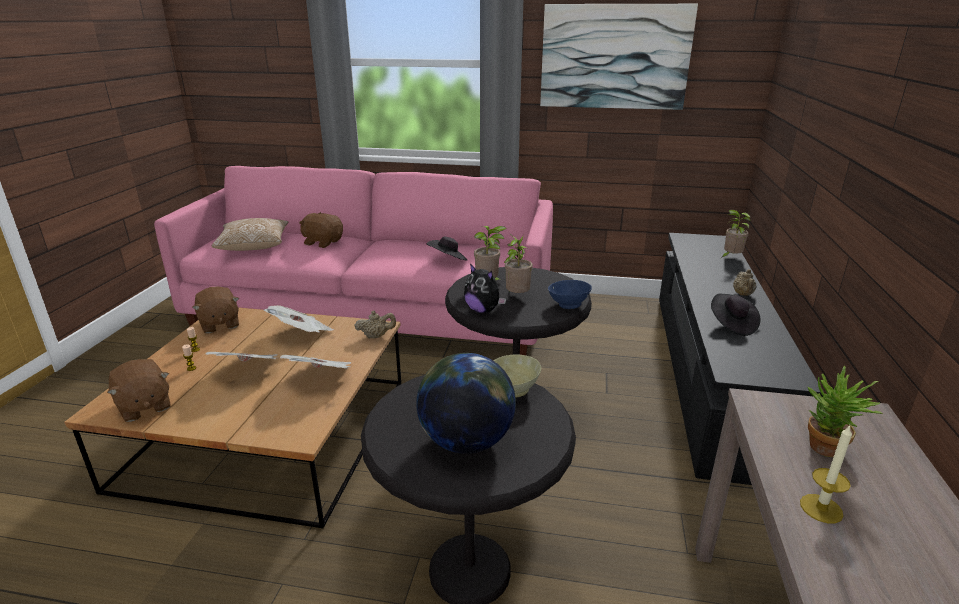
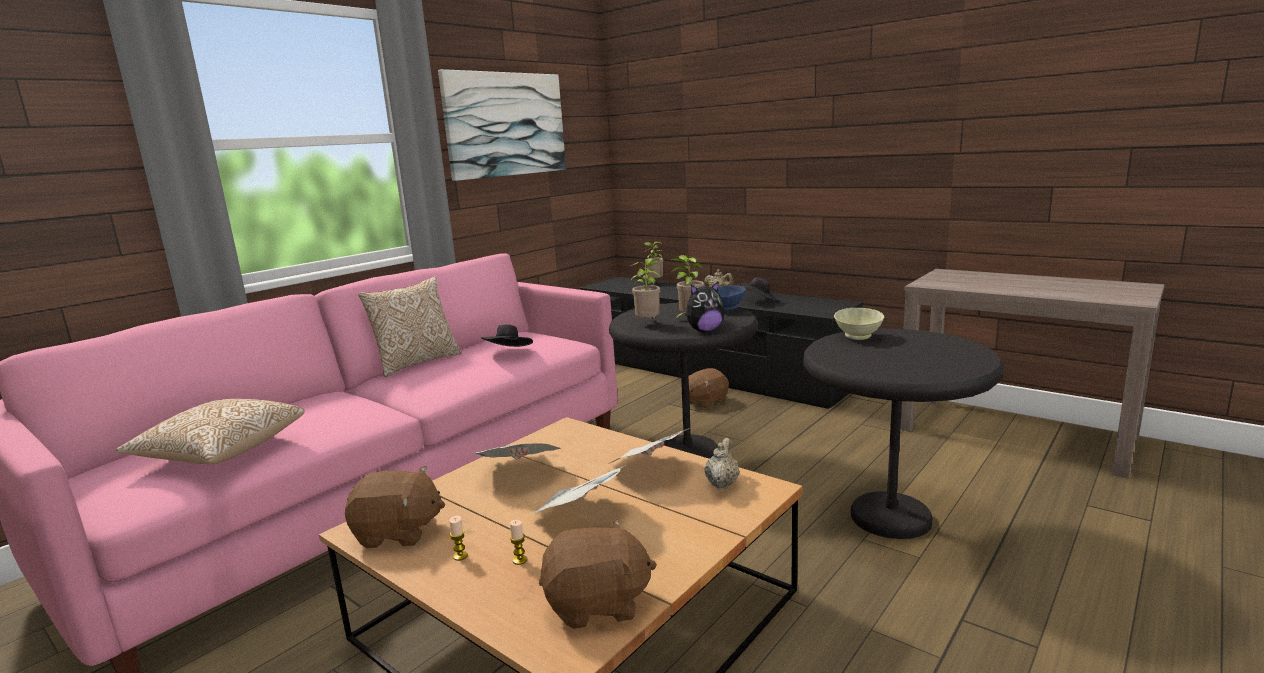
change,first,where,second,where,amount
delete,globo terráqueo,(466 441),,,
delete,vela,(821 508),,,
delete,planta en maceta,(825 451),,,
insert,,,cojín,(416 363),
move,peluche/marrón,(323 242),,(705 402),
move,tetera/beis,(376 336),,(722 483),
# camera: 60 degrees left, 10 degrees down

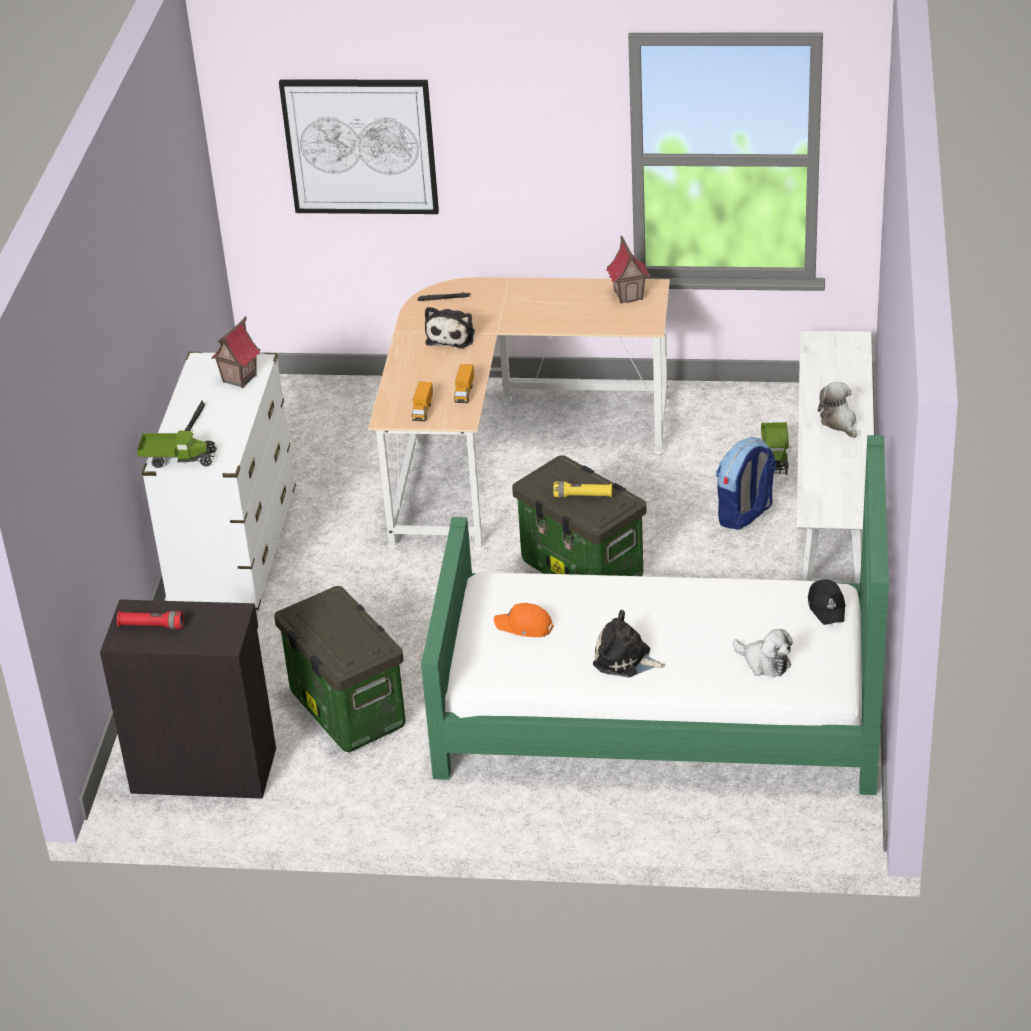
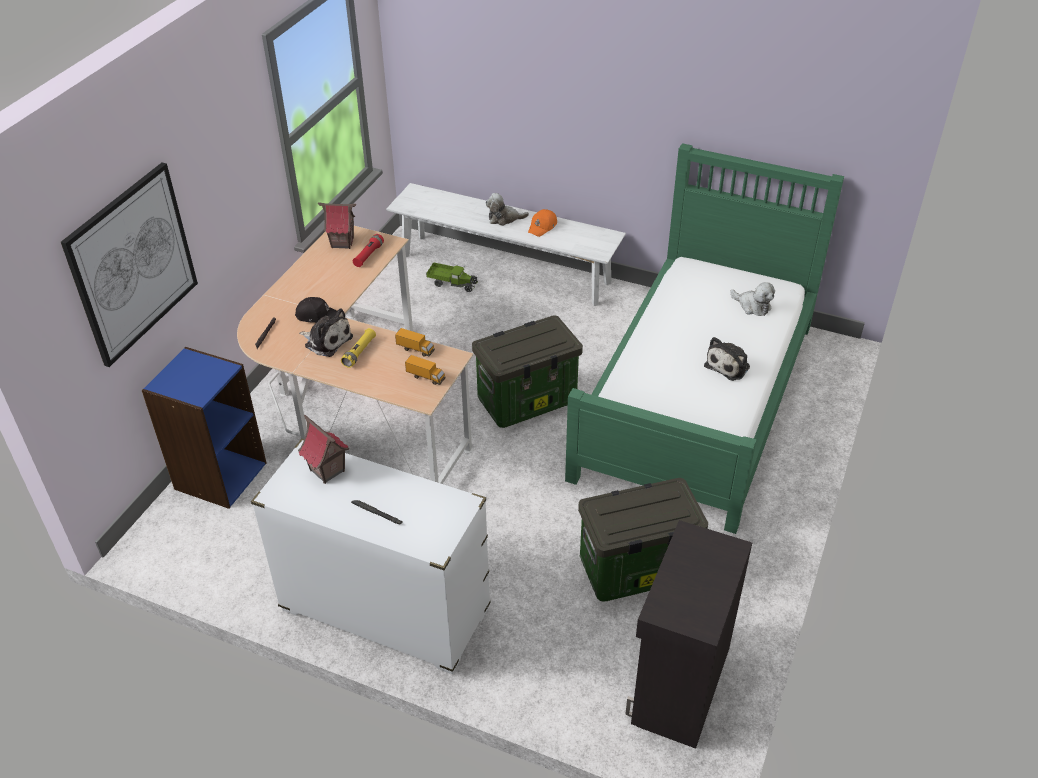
change,first,where,second,where,amount
delete,camión de juguete,(178 459),,,
delete,mochila,(745 515),,,
insert,,,estantería/azul,(220 475),
move,linterna/rojo,(151 626),,(368 255),
move,gorra/naranja,(524 626),,(542 227),
move,linterna/amarillo,(583 496),,(359 352),
move,gorra/negro,(827 607),,(317 315),
rotate,peluche,(764 662),,(752 306),75 degrees clockwise
# camera: 75 degrees left, 5 degrees up

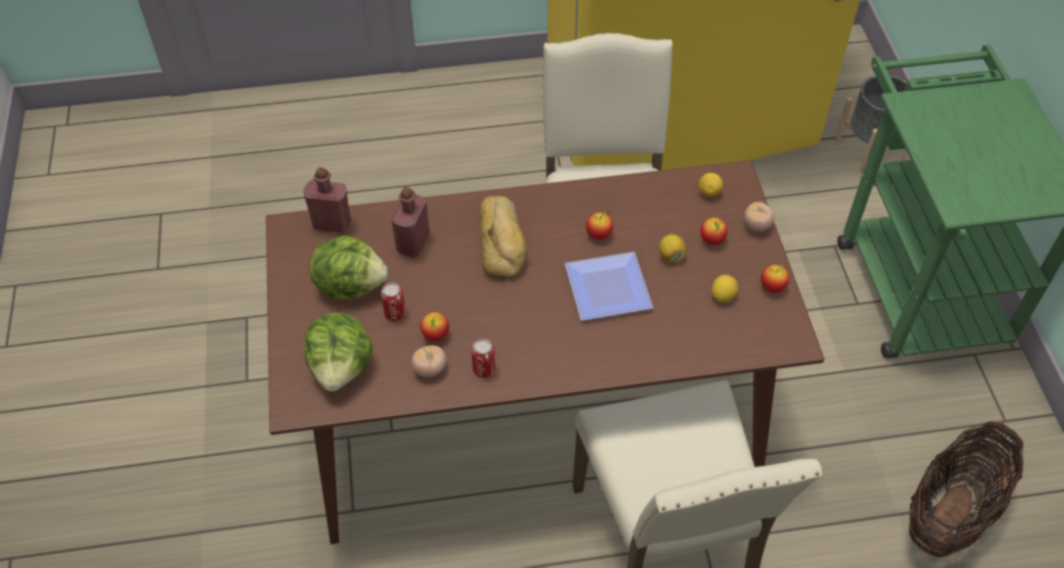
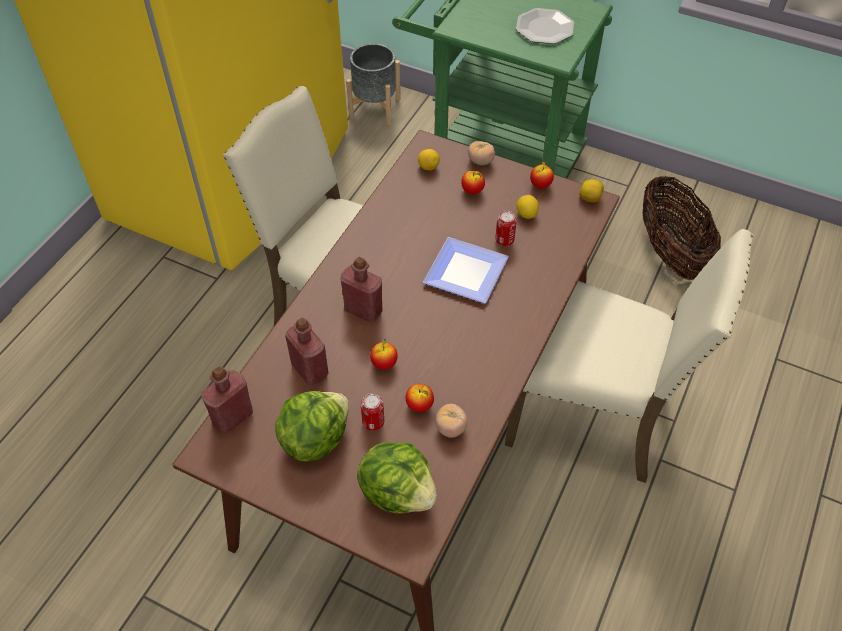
change,first,where,second,where,amount
insert,,,plato,(544 28),
move,lata,(484 369),,(504 240),
move,manzana,(599 235),,(384 363),
move,limón,(671 256),,(590 198),
replace,pan,(502 242),botella/rojo,(363 310),
# camera: 55 degrees left, 0 degrees up

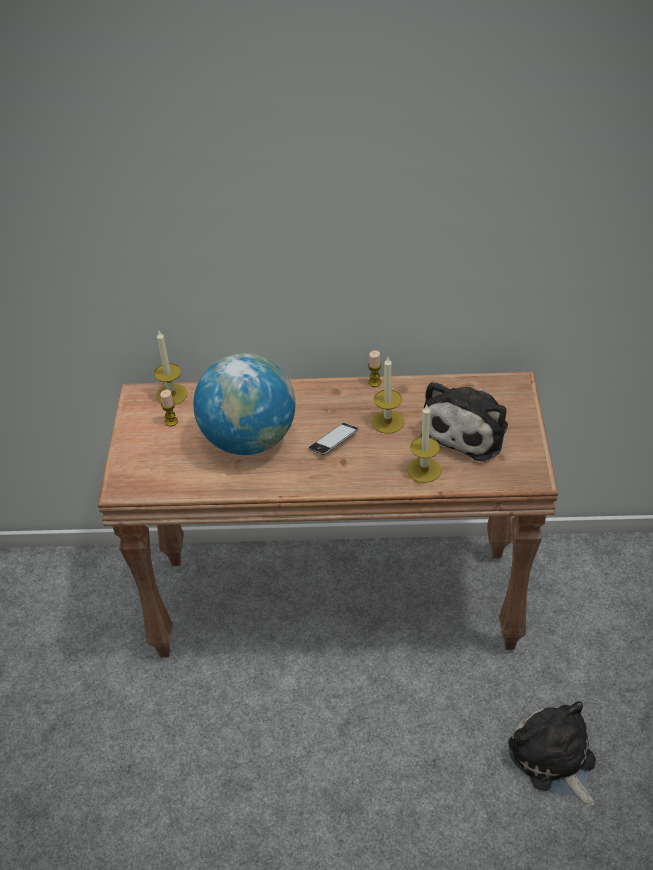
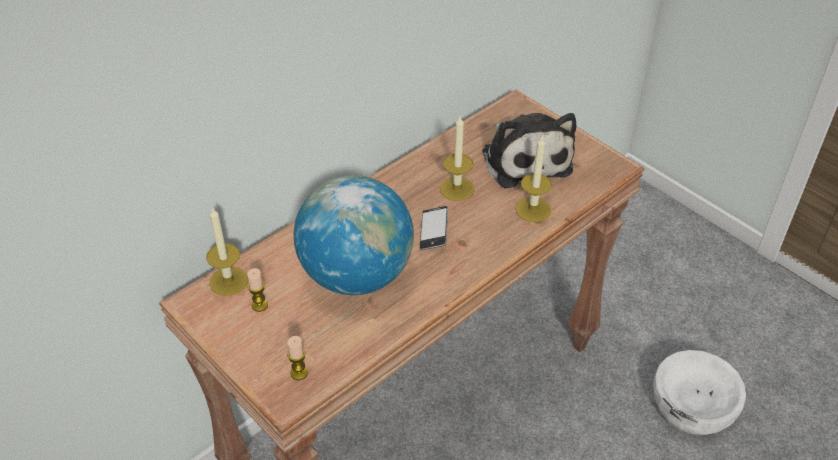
change,first,where,second,where,amount
move,vela,(374 382),,(299 373),
replace,peluche,(553 759),cuenco/blanco,(692 407),
# camera: 45 degrees left, 0 degrees up

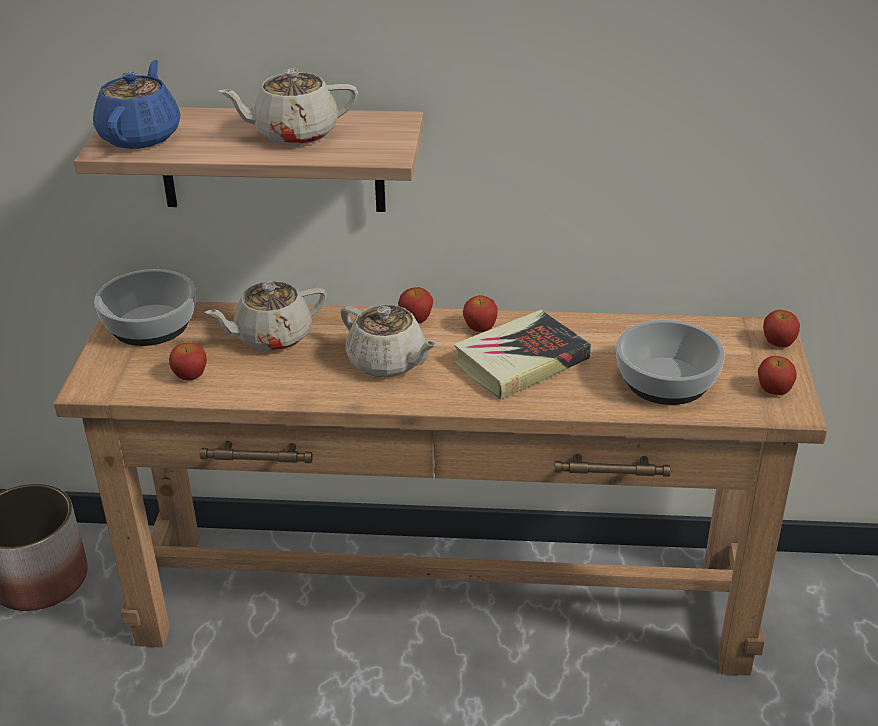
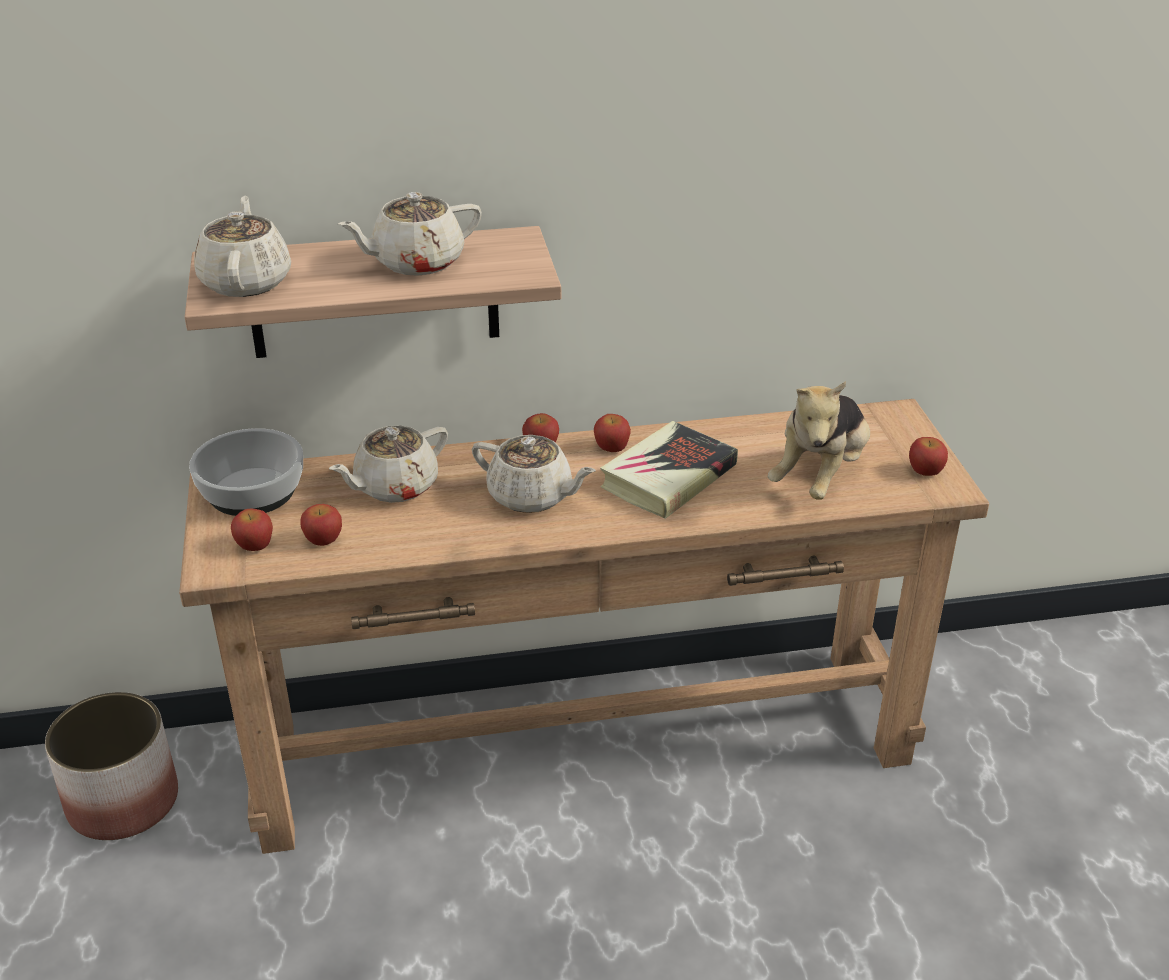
change,first,where,second,where,amount
move,manzana,(778 343),,(254 545),
replace,cuenco,(667 380),peluche,(820 476),
recolor,tetera/azul,(141 136),tetera/beis,(246 281),
# camera: 15 degrees left, 0 degrees up

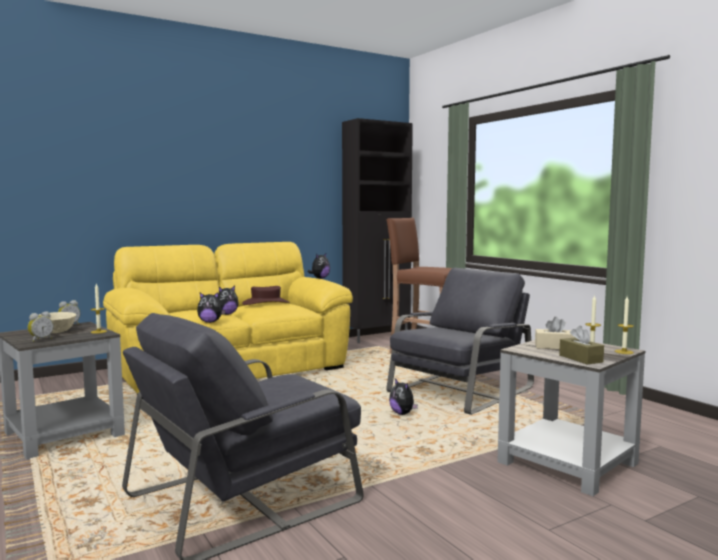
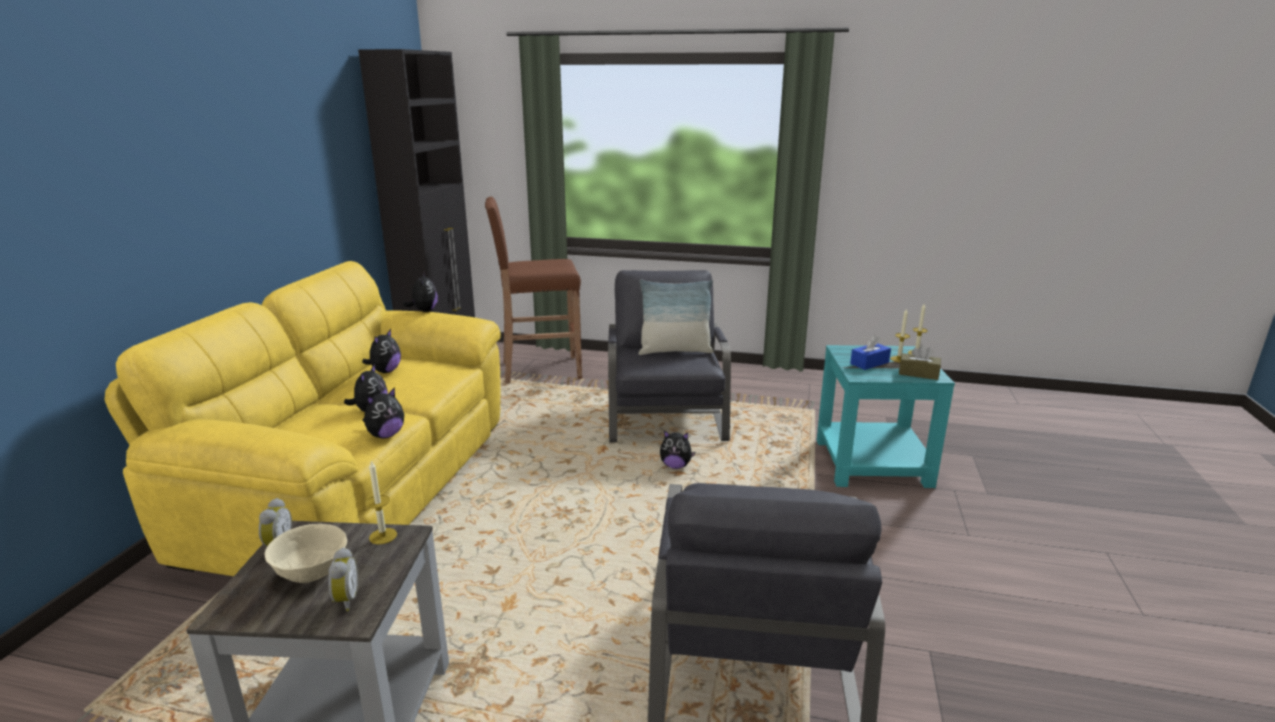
change,first,where,second,where,amount
insert,,,cojín,(675 351),
replace,sombrero/marrón,(266 303),peluche,(385 371),
recolor,mesa auxiliar/gris,(569 462),mesa auxiliar/turquesa,(873 462),
recolor,caja de pañuelos/beis,(554 347),caja de pañuelos/azul,(869 363),
# camera: 45 degrees left, 15 degrees up

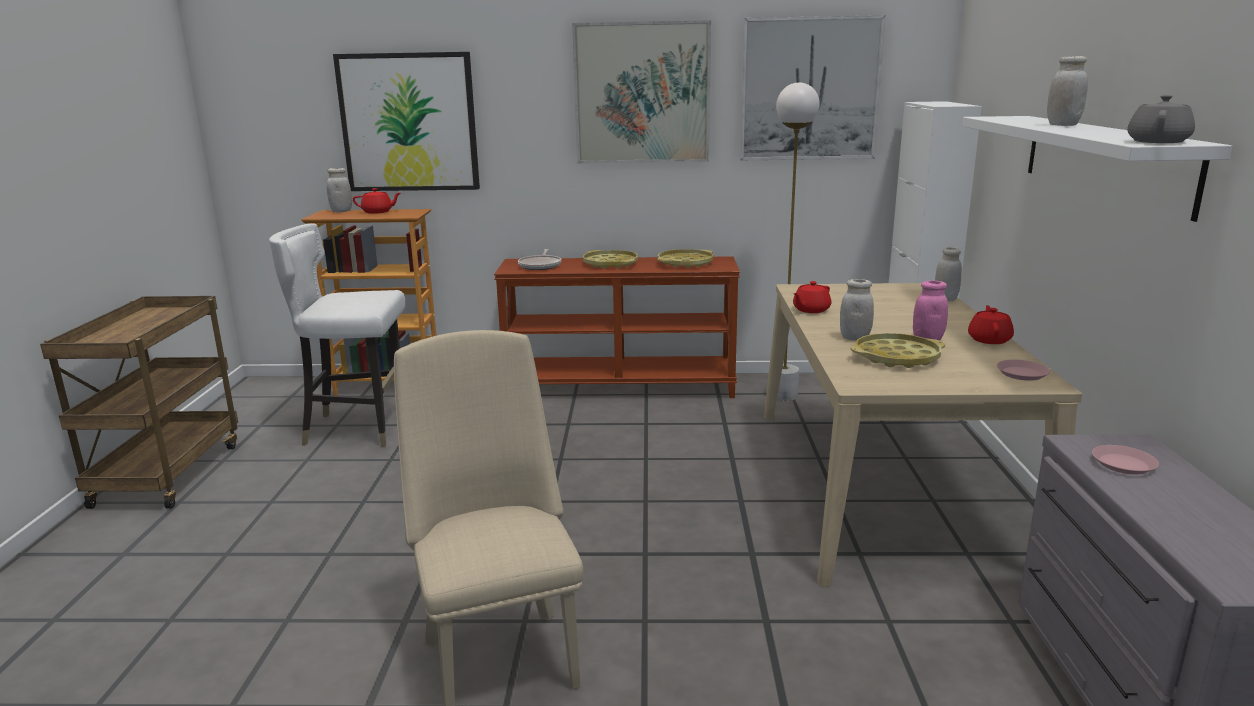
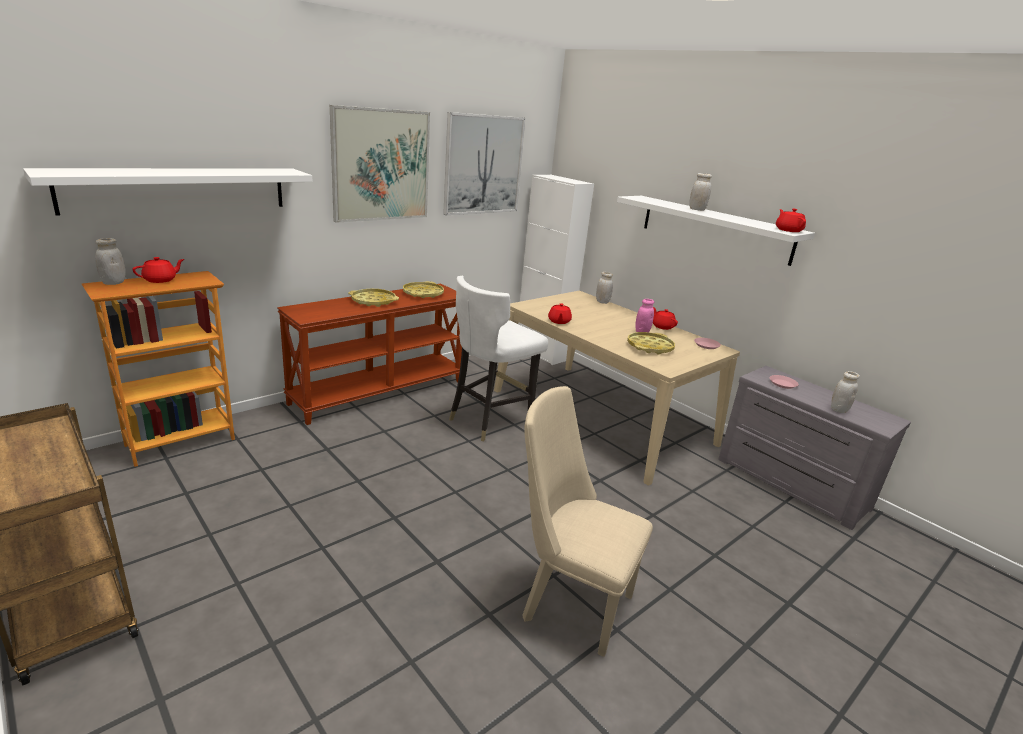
change,first,where,second,where,amount
delete,sartén,(540 265),,,
delete,lámpara de pie/blanco,(783 396),,,
move,silla/blanco,(358 428),,(489 420),
move,tarro/blanco,(854 338),,(838 410),
replace,cuadro,(409 123),estante/blanco,(178 189),
recolor,tetera/gris,(1158 142),tetera/rojo,(788 230),
# camera: 45 degrees left, 5 degrees up

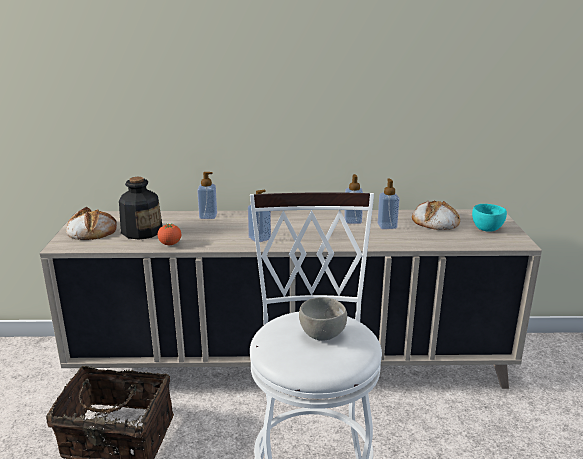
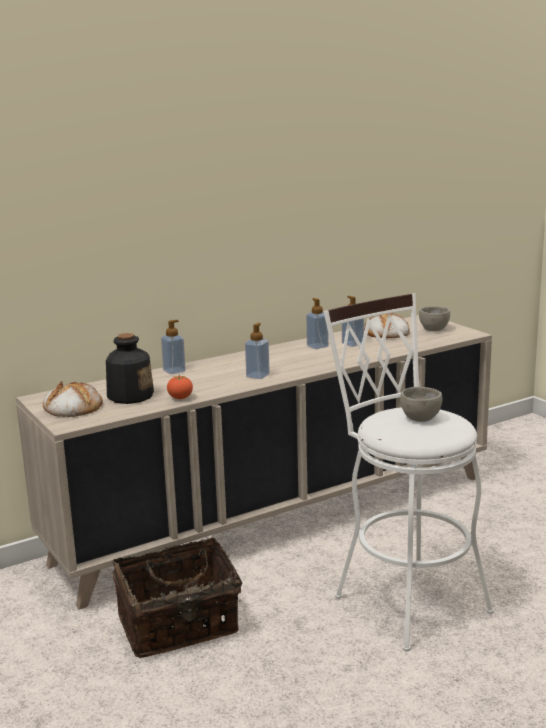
change,first,where,second,where,amount
recolor,cuenco/turquesa,(488 229),cuenco/gris,(434 329),
# camera: 30 degrees left, 5 degrees down

